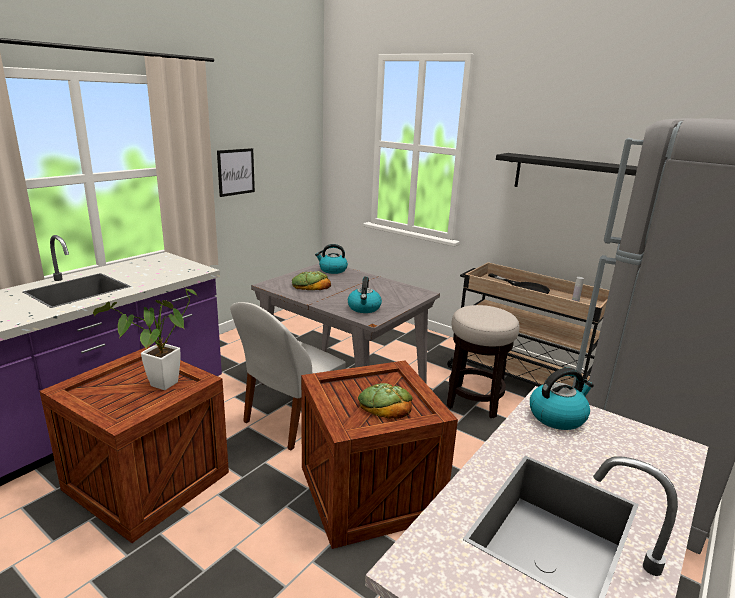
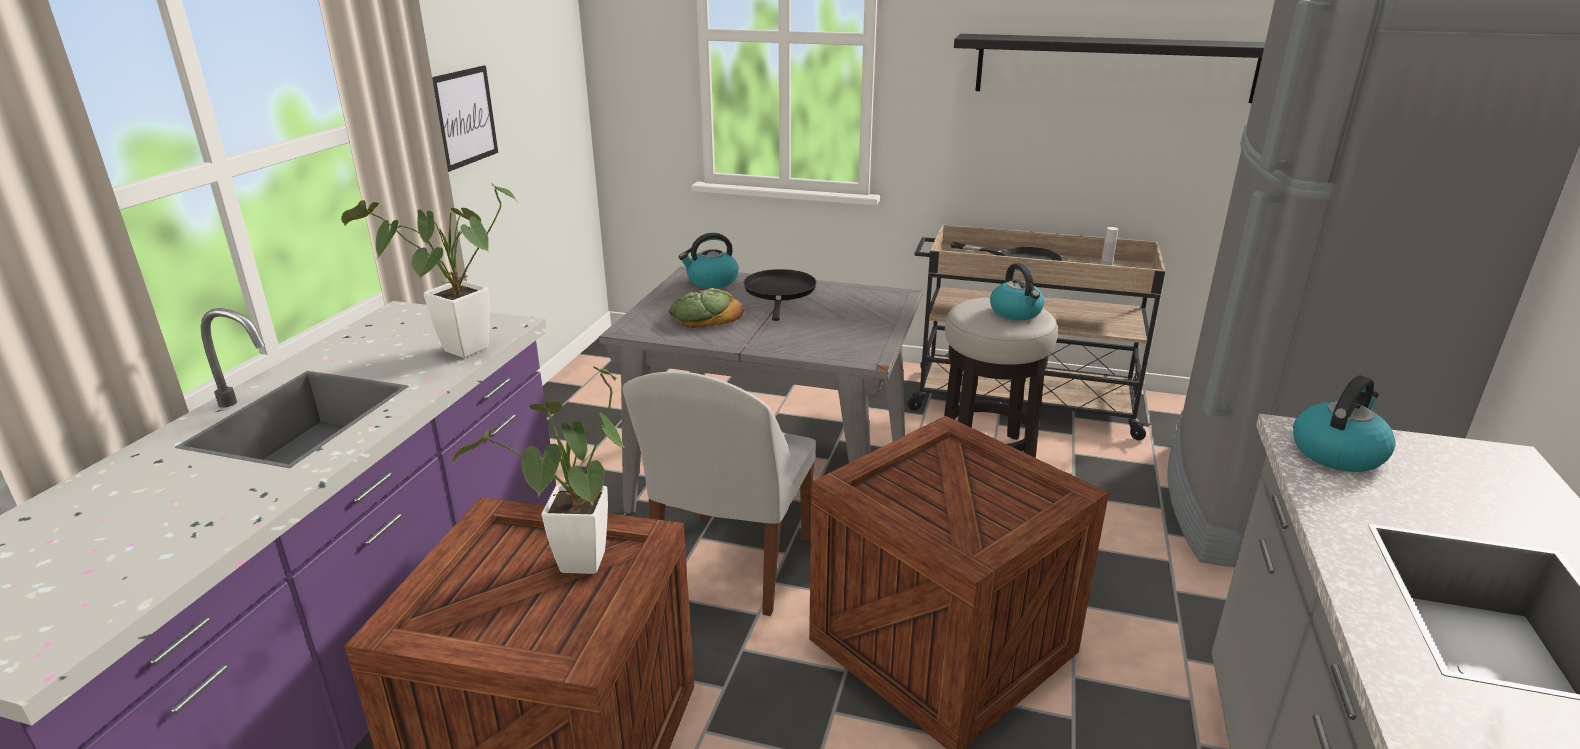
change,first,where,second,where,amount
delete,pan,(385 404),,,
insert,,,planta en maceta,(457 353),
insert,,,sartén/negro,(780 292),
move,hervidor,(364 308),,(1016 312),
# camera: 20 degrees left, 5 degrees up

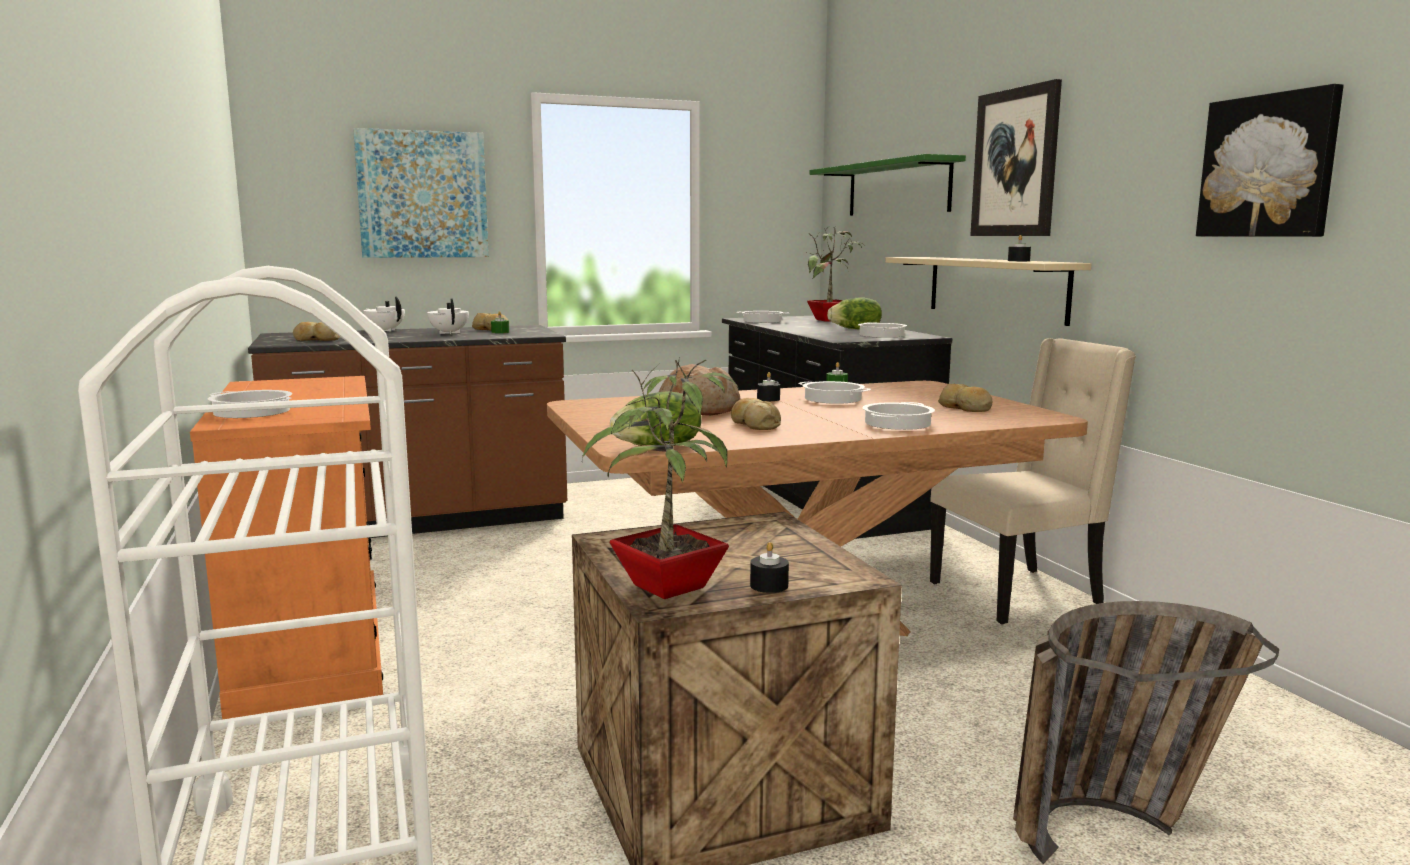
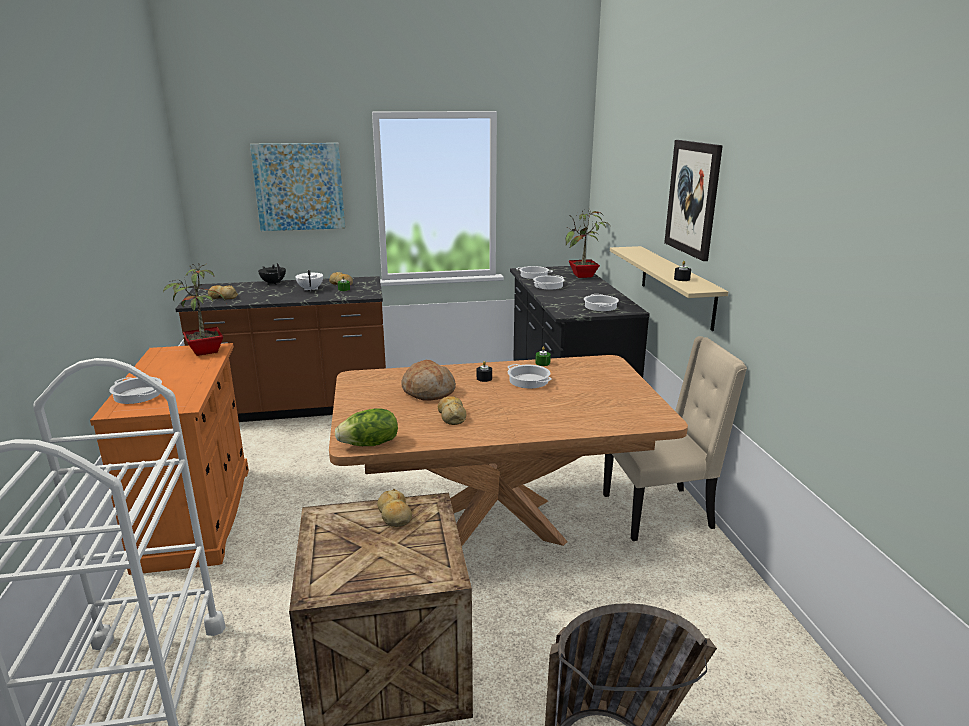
change,first,where,second,where,amount
delete,vela/negro,(769 585),,,
delete,estante/verde,(897 189),,,
delete,lechuga,(856 329),,,
delete,cuadro,(1269 166),,,
move,planta en maceta,(664 588),,(203 351),
move,olla,(897 423),,(548 285),
move,pan,(965 408),,(394 515),
recolor,tetera/blanco,(385 330),tetera/negro,(273 283),
# camera: 10 degrees right, 10 degrees up

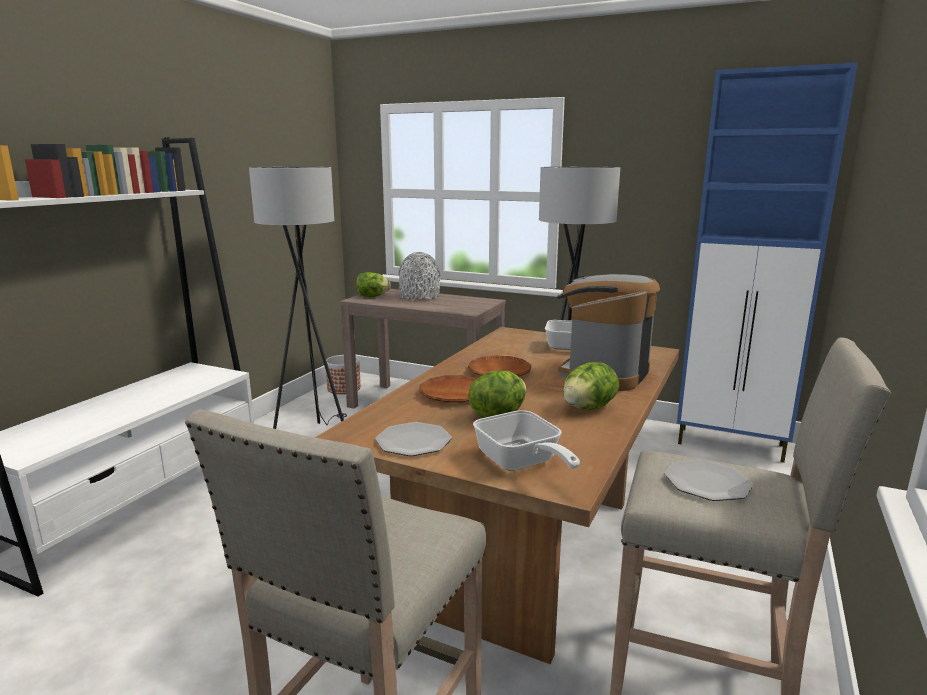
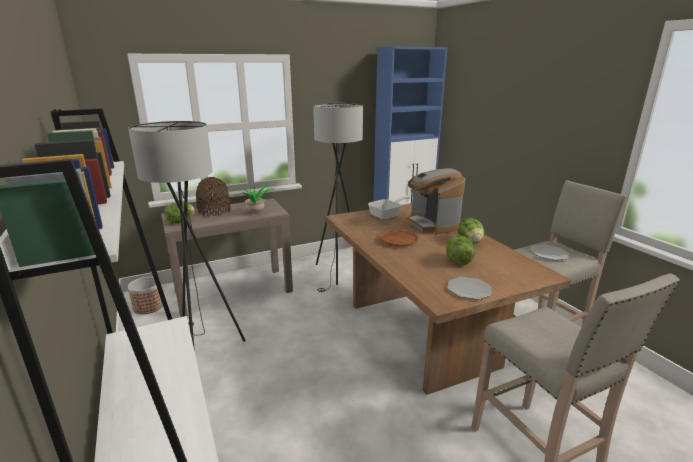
change,first,where,second,where,amount
delete,plato/marrón,(454 394),,,
delete,sartén,(521 463),,,
insert,,,planta en maceta,(257 213),
recolor,florero/gris,(419 296),florero/marrón,(214 211),
# camera: 50 degrees left, 5 degrees up

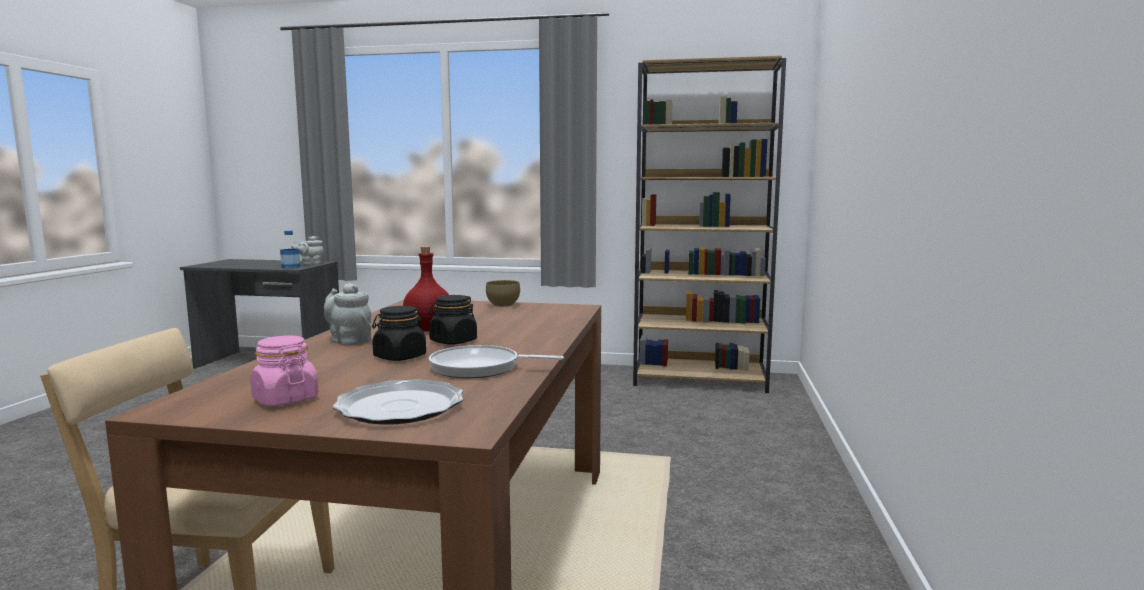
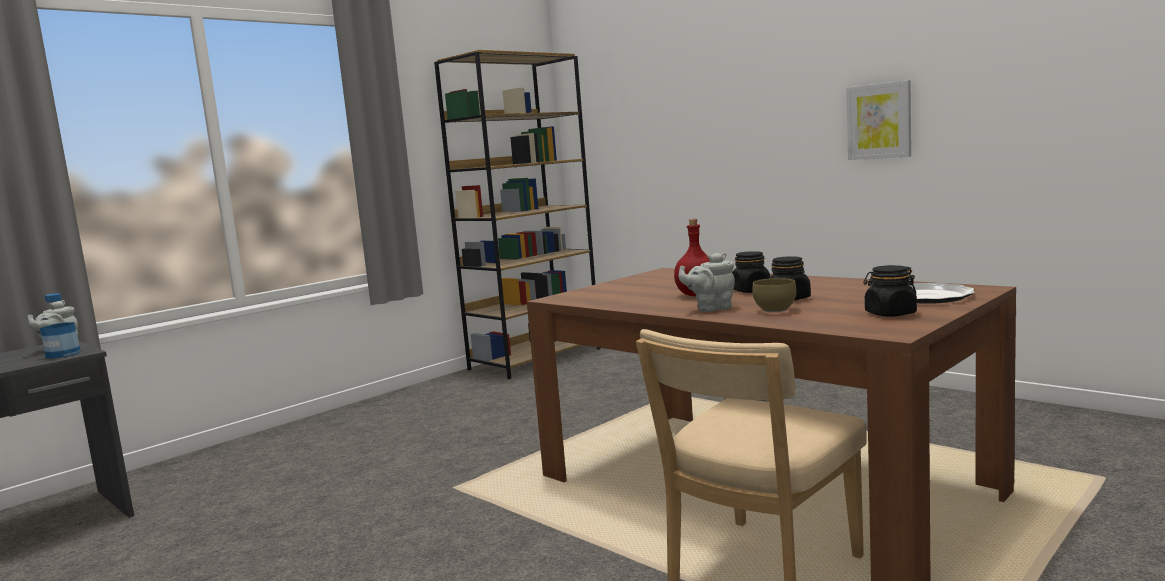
change,first,where,second,where,amount
delete,sartén,(480 368),,,
insert,,,cuadro,(879 121),
move,cuenco/marrón,(502 305),,(773 310),
recolor,tarro/rosa,(285 399),tarro/negro,(890 314),
# camera: 55 degrees left, 0 degrees up

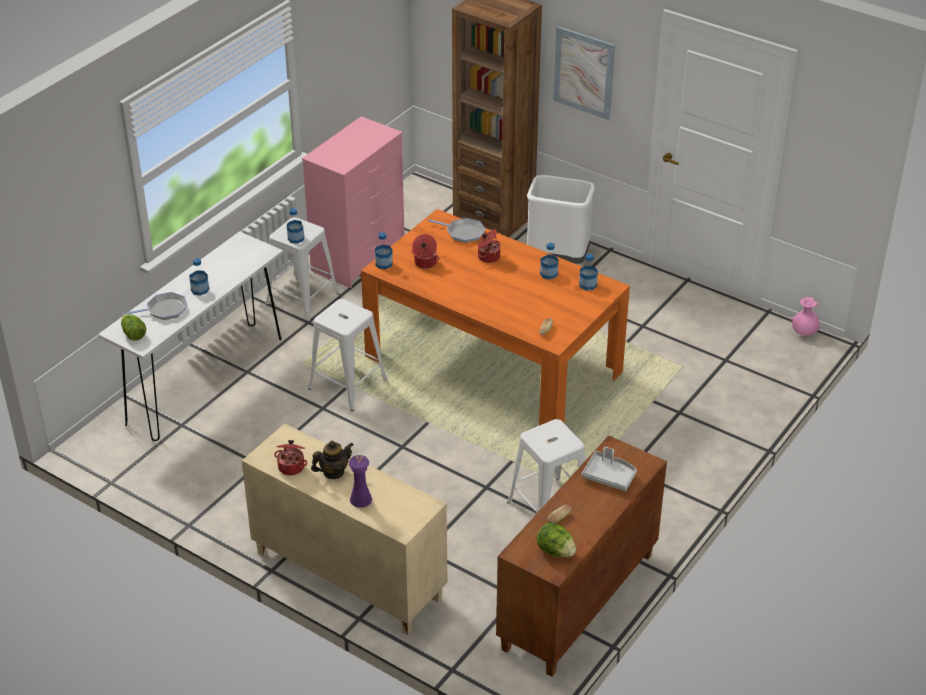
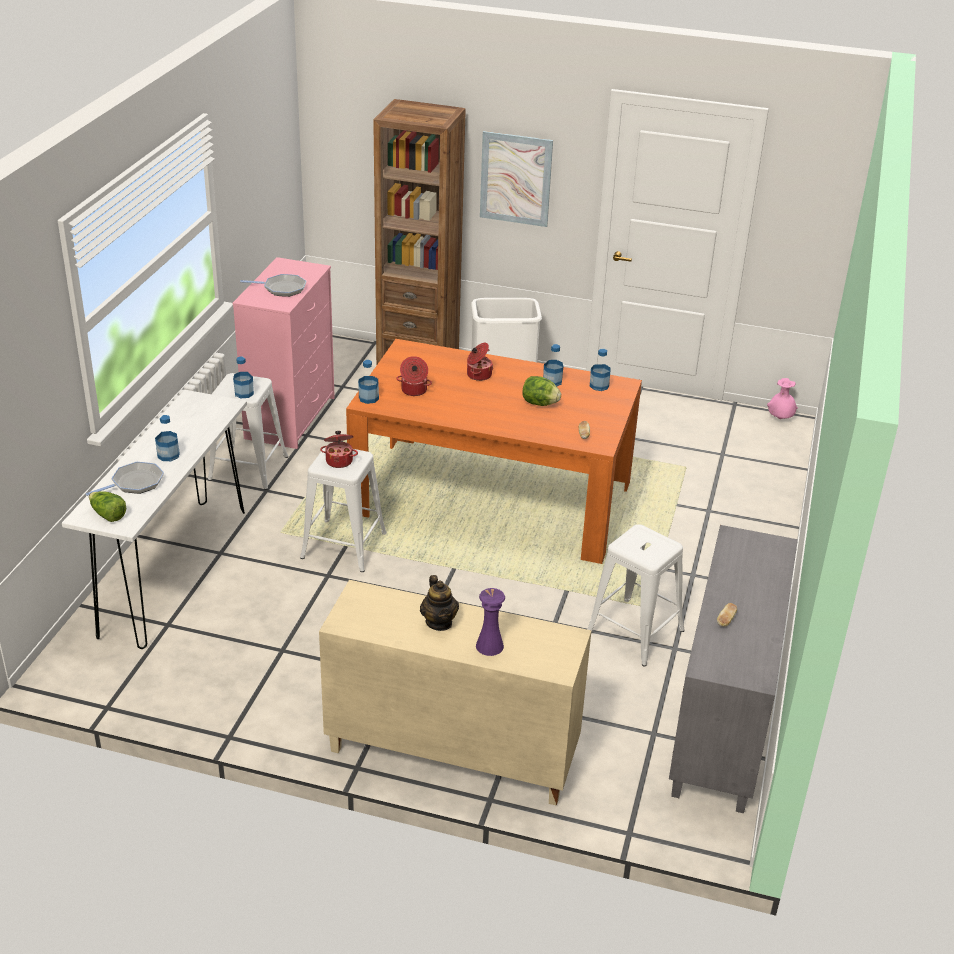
change,first,where,second,where,amount
delete,bandeja/gris,(609 476),,,
move,olla,(291 466),,(339 461),
move,sartén,(463 233),,(282 288),
move,lechuga,(555 551),,(539 403),
recolor,armario/marrón,(578 602),armario/gris,(723 724),
rotate,tetera,(333 472),,(439 622),120 degrees clockwise
# camera: 20 degrees left, 5 degrees down

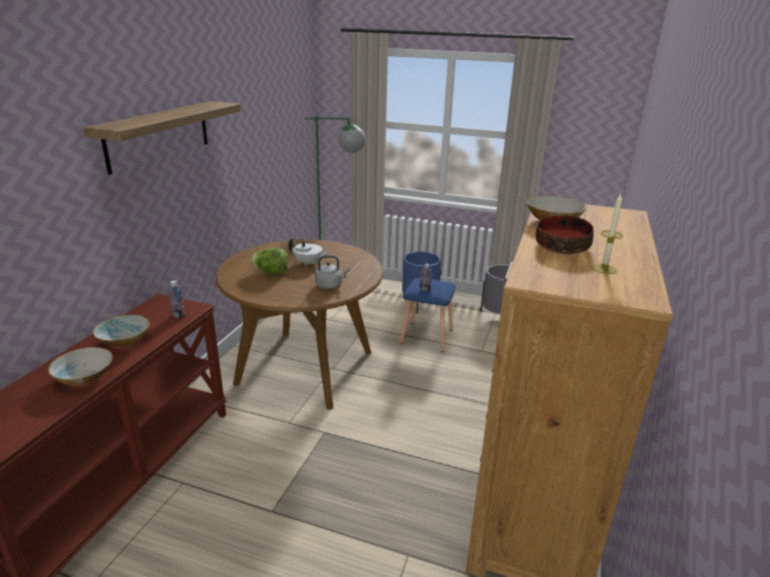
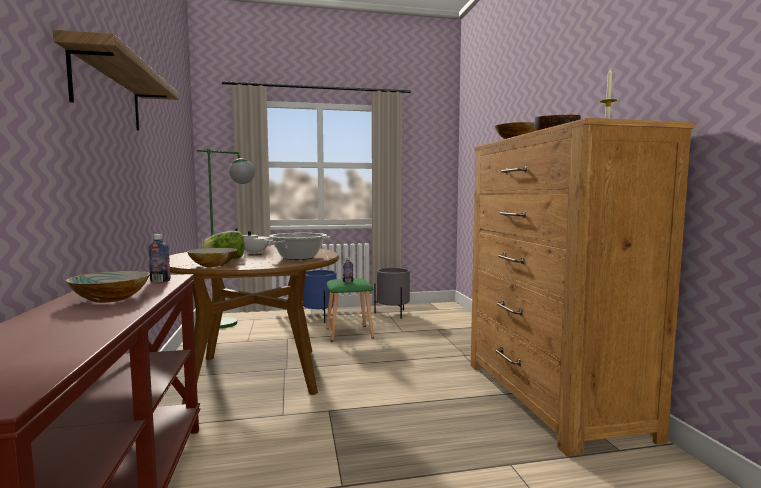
change,first,where,second,where,amount
move,cuenco,(84 377),,(212 265),
replace,hervidor/gris,(330 285),olla,(298 257),
recolor,taburete/azul,(427 336),taburete/verde,(350 333),
# camera: 30 degrees left, 20 degrees down

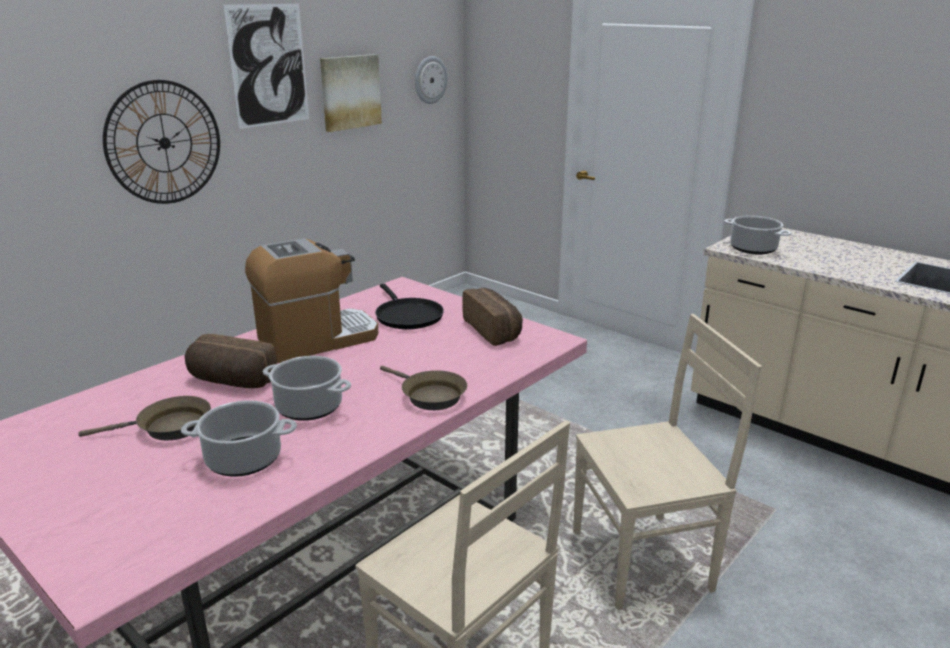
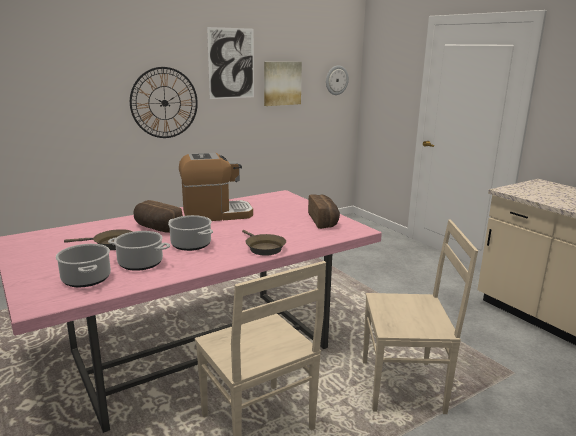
change,first,where,second,where,amount
delete,sartén/negro,(407 316),,,
move,olla,(754 249),,(87 279),
# camera: 15 degrees right, 5 degrees down

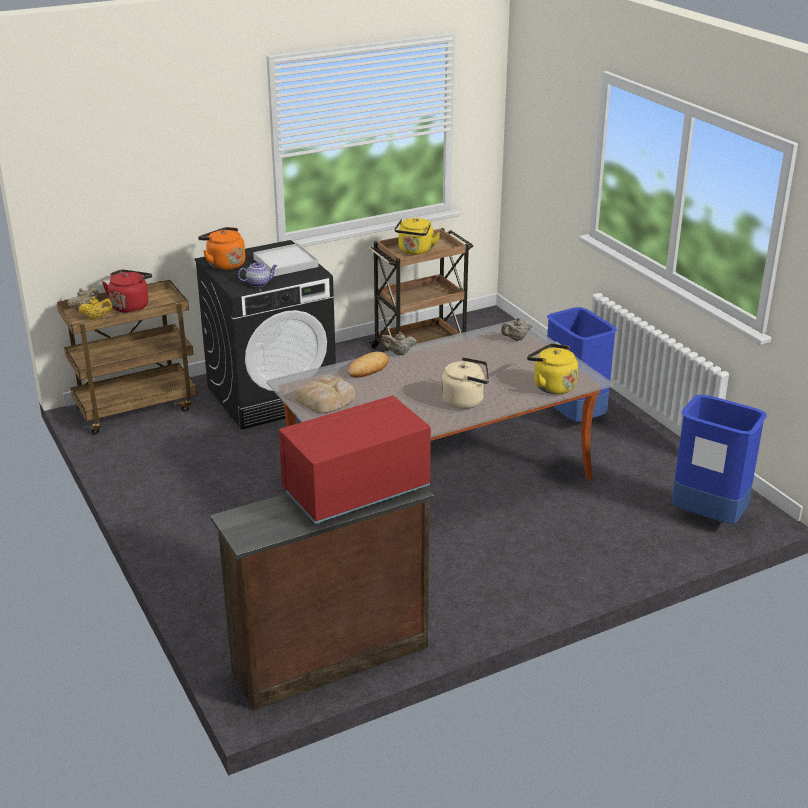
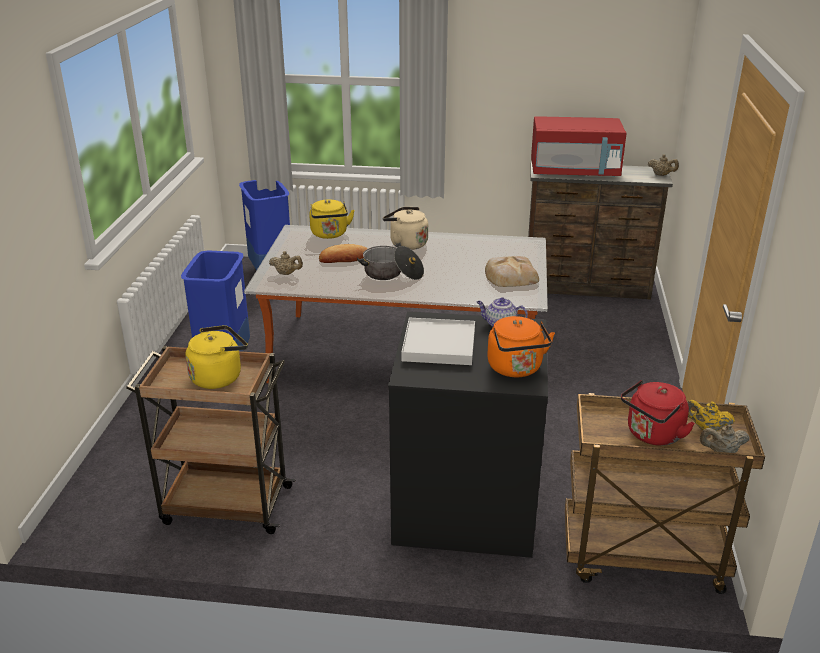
change,first,where,second,where,amount
insert,,,olla,(392 274),
move,pan,(368 368),,(343 258),
move,tetera/beis,(399 353),,(661 175),
# camera: 145 degrees left, 0 degrees up

